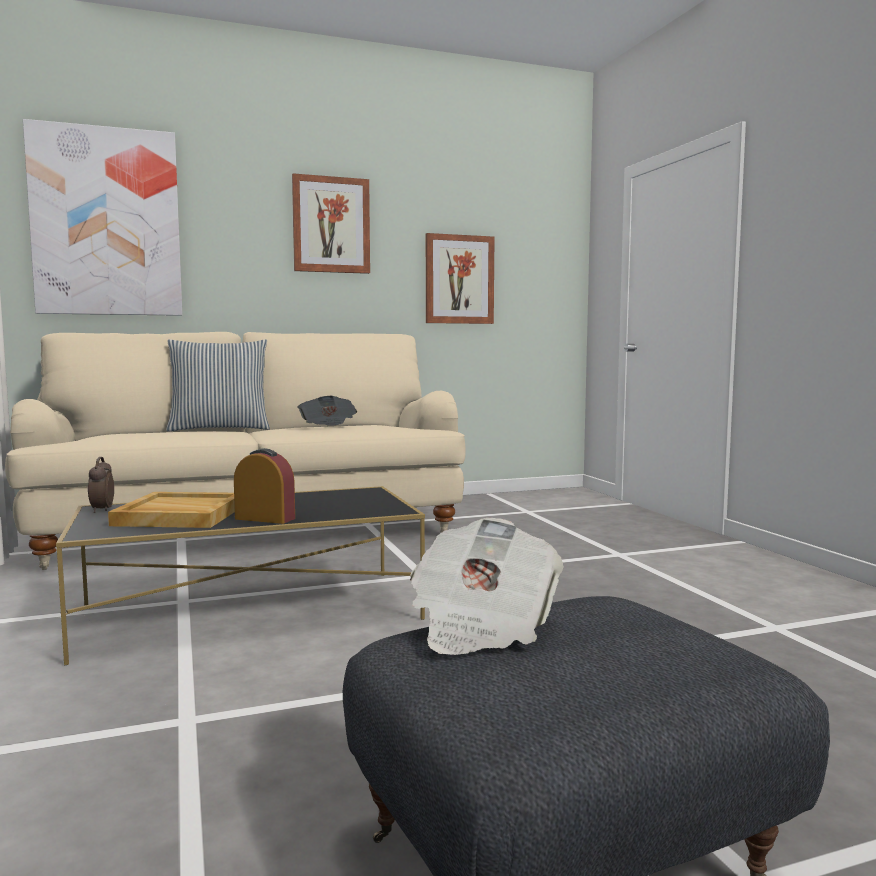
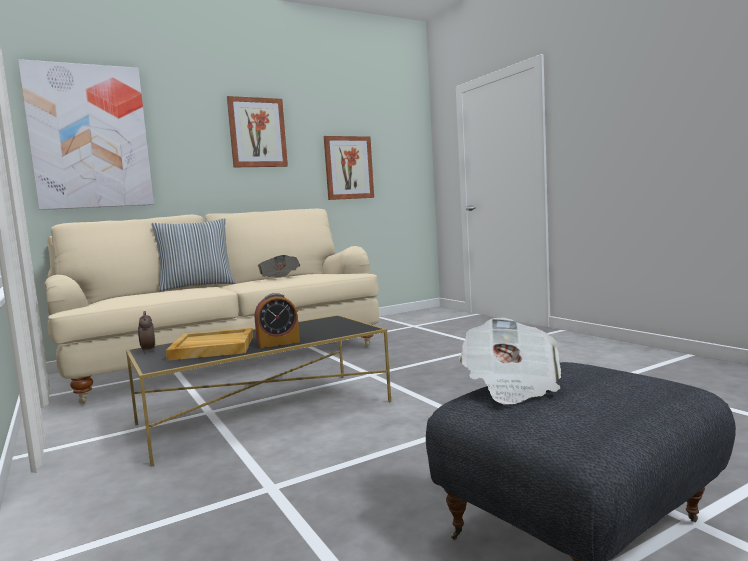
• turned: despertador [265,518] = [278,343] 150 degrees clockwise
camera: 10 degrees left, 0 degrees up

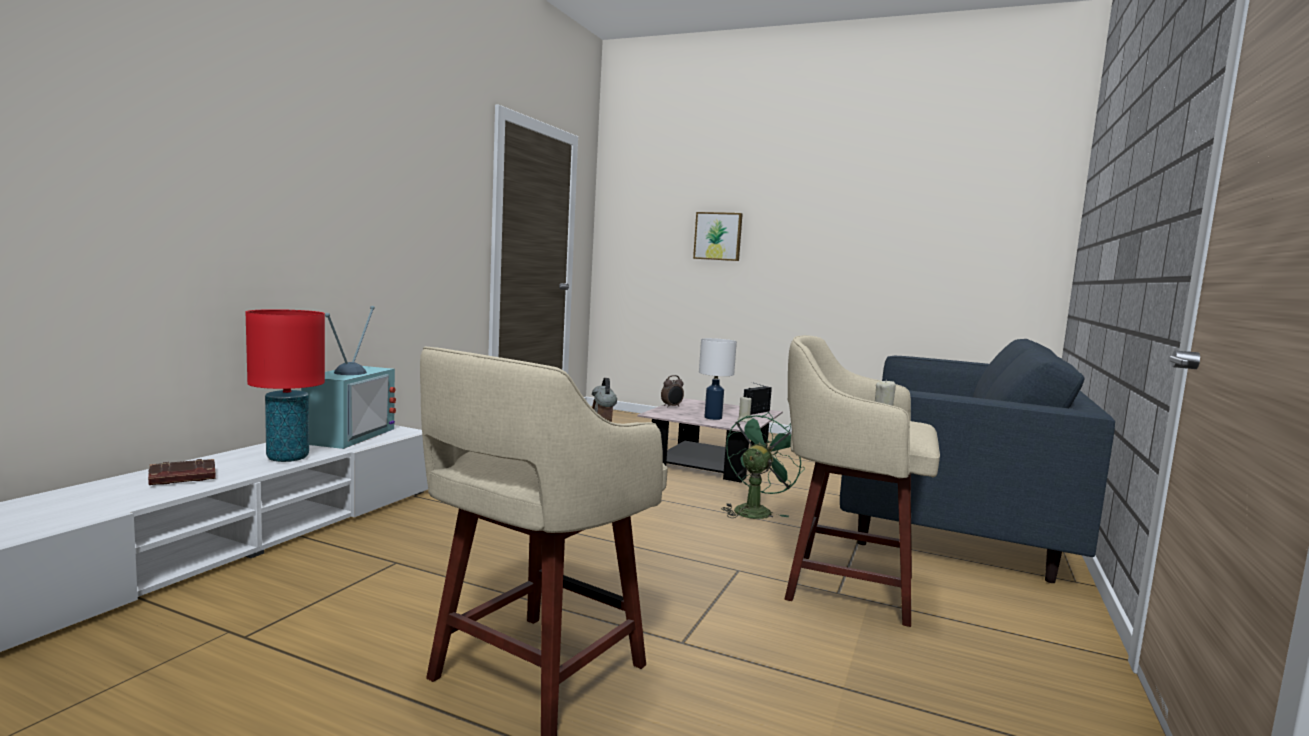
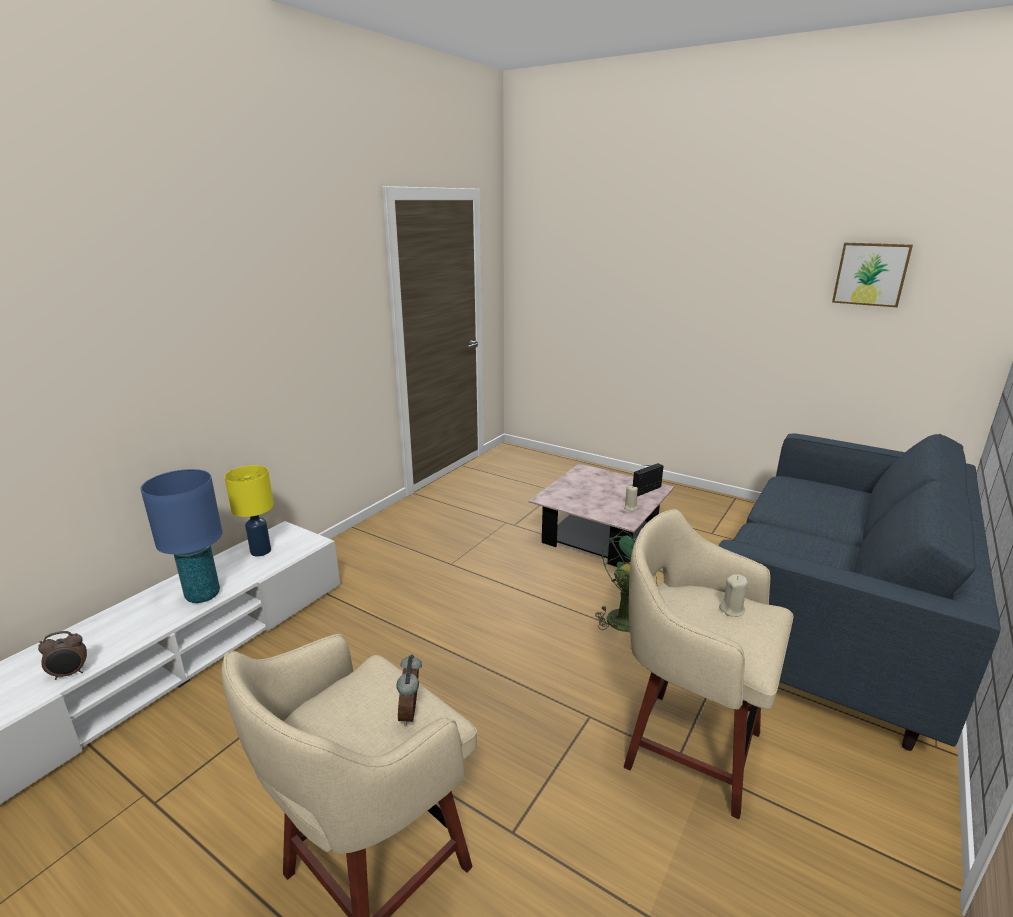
• moved: cuadro [718,236] to [871,274]
• replaced: televisor [346,435] to lámpara de mesa [amarillo] [260,551]
• recoloured: lámpara de mesa [rojo] [287,458] to lámpara de mesa [azul] [202,595]
• removed: lámpara de mesa [blanco] [713,417]
• moved: despertador [672,406] to [70,673]
• removed: libro [marrón] [182,478]
camera: 10 degrees right, 15 degrees up

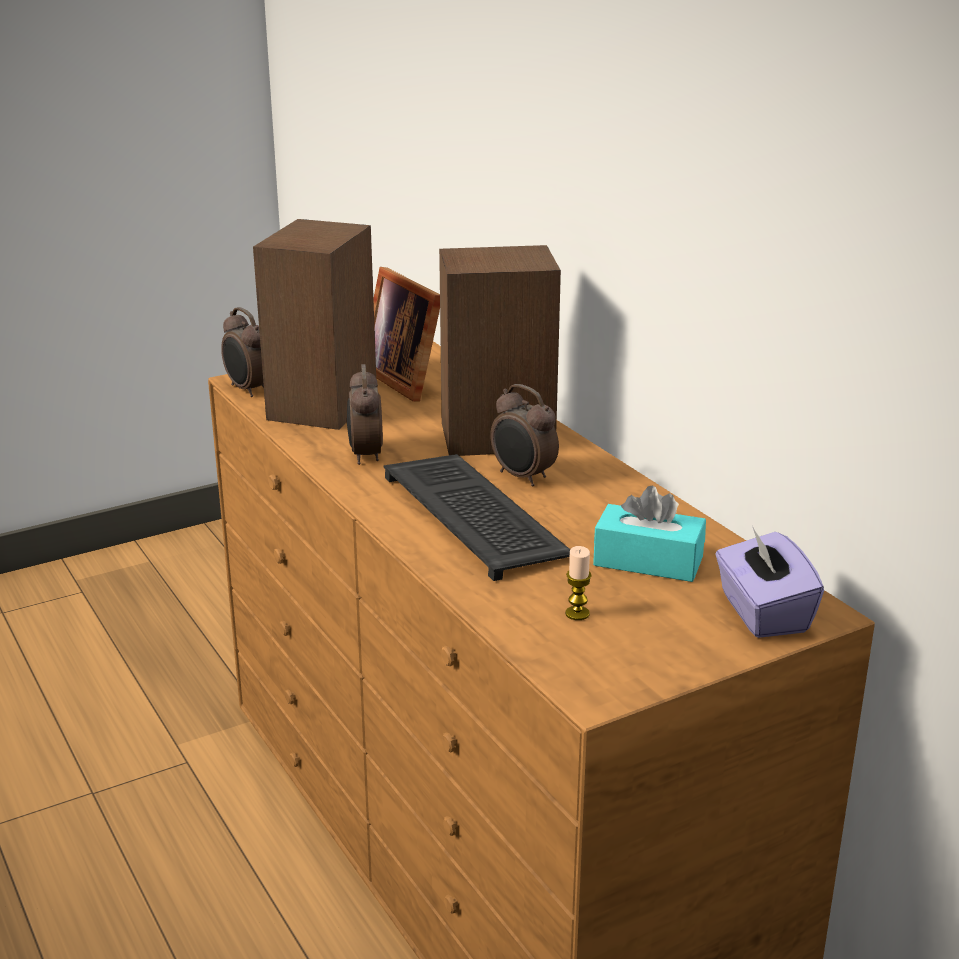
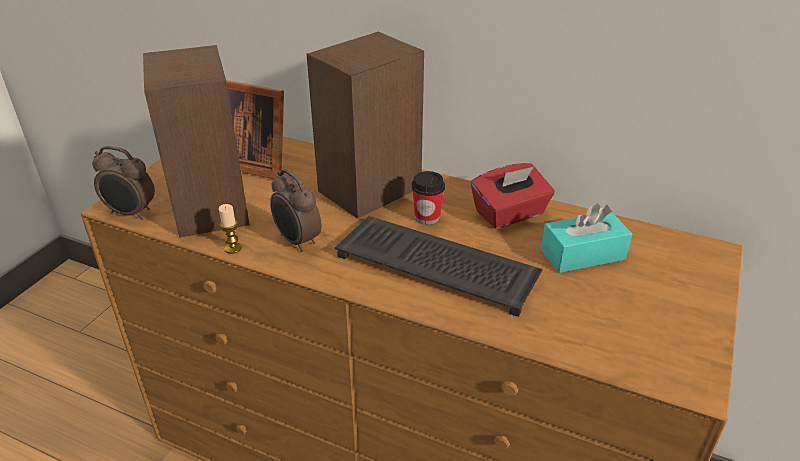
• replaced: despertador [522,477] to taza [427,217]
• removed: caja de pañuelos [morado] [762,613]
• moved: vela [577,613] to [233,248]
• added: caja de pañuelos [rojo] [510,214]
camera: 35 degrees left, 10 degrees up

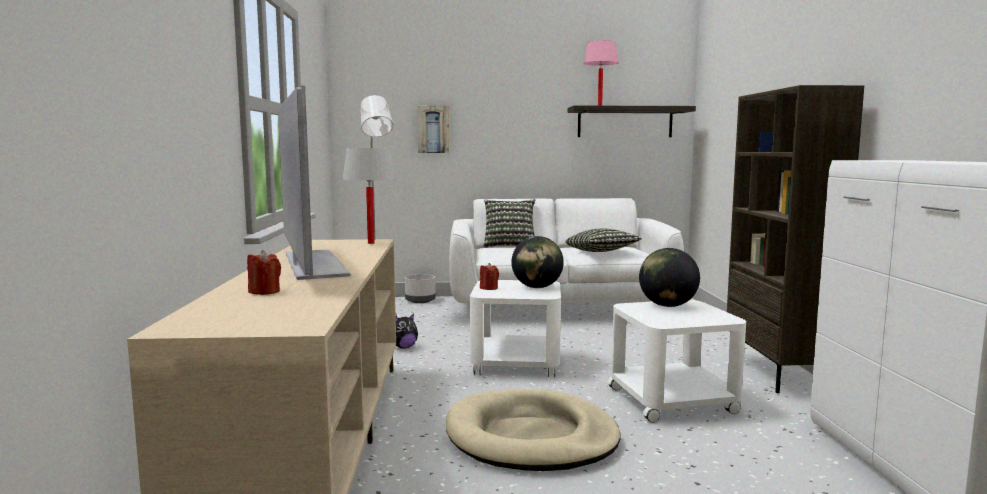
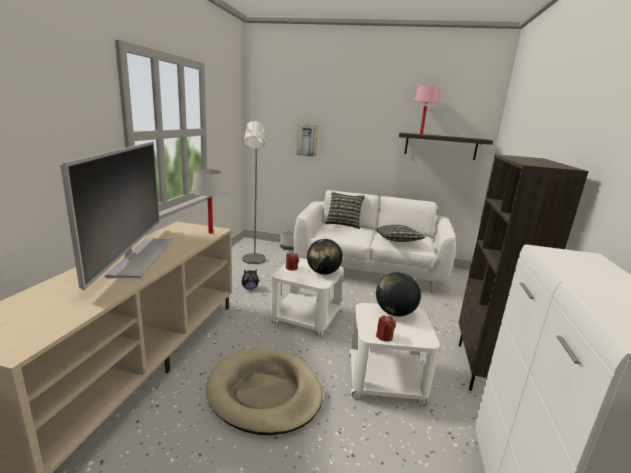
• moved: vela [rojo] [264,291] to [384,336]
camera: 15 degrees right, 10 degrees up

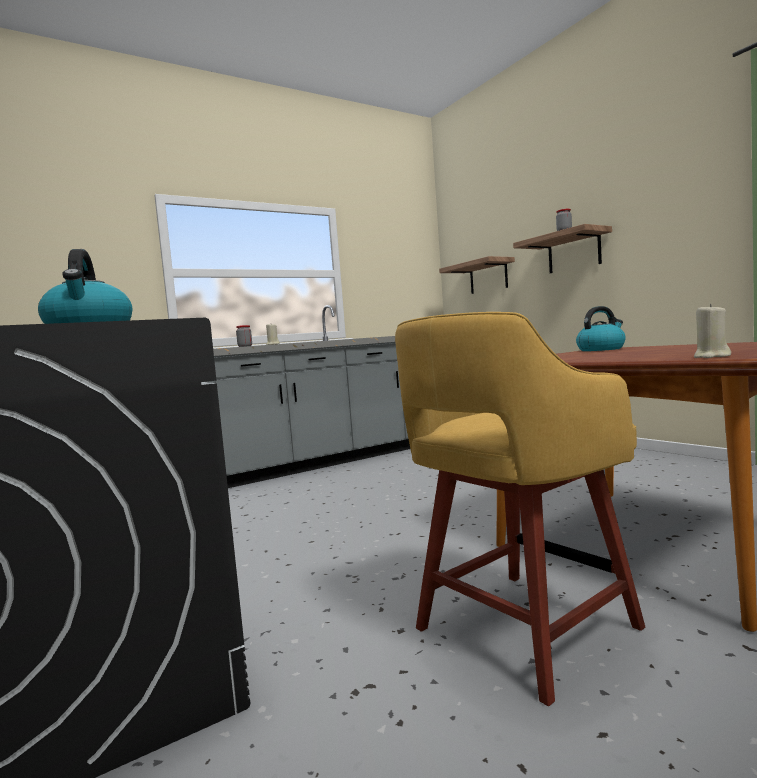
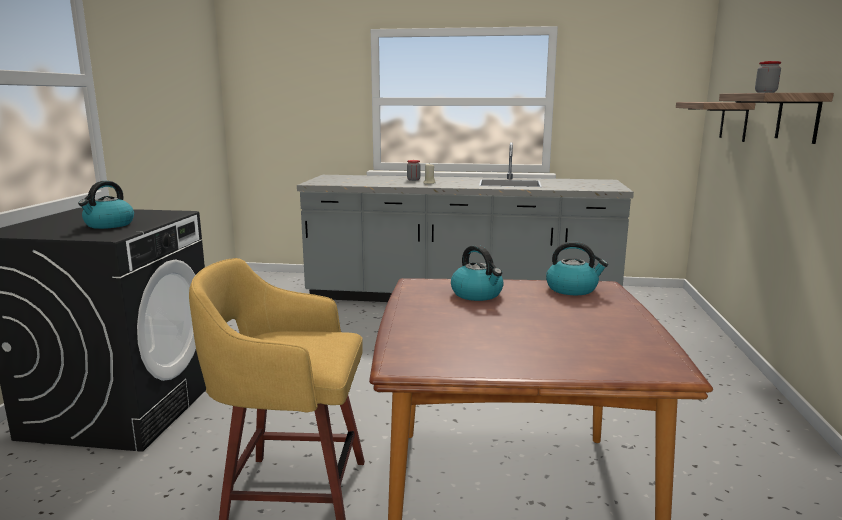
• removed: vela [beis] [711,357]
• added: hervidor [477,294]
camera: 40 degrees right, 10 degrees up

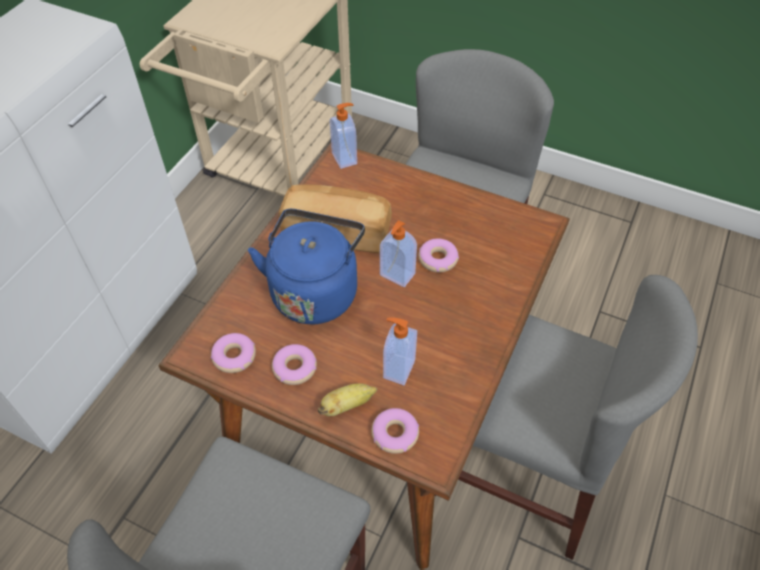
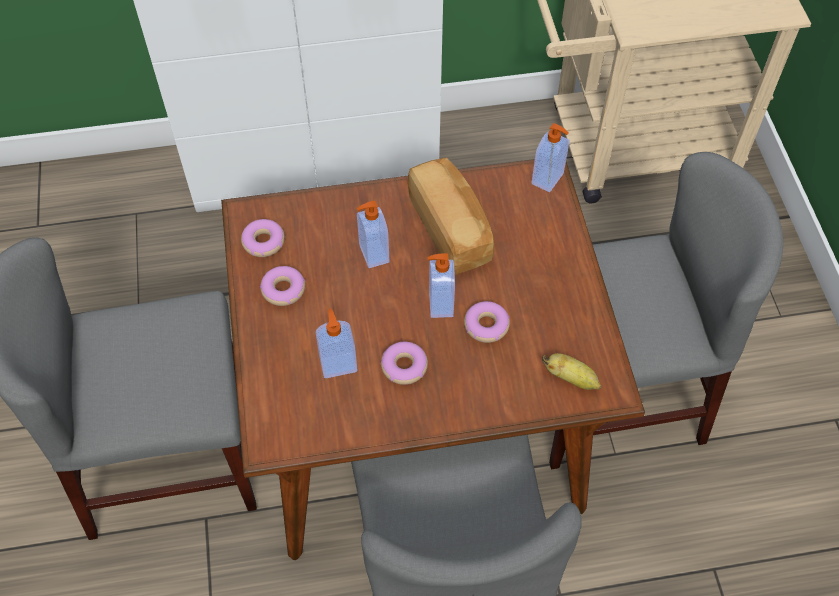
• replaced: hervidor [azul] [315,290] to dispensador de jabón [373,254]
• moved: plátano [347,405] to [571,378]
• moved: rosquilla [395,434] to [404,366]
camera: 55 degrees right, 5 degrees up

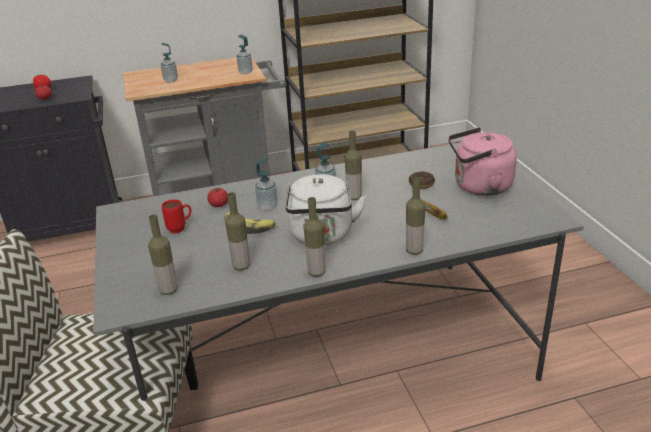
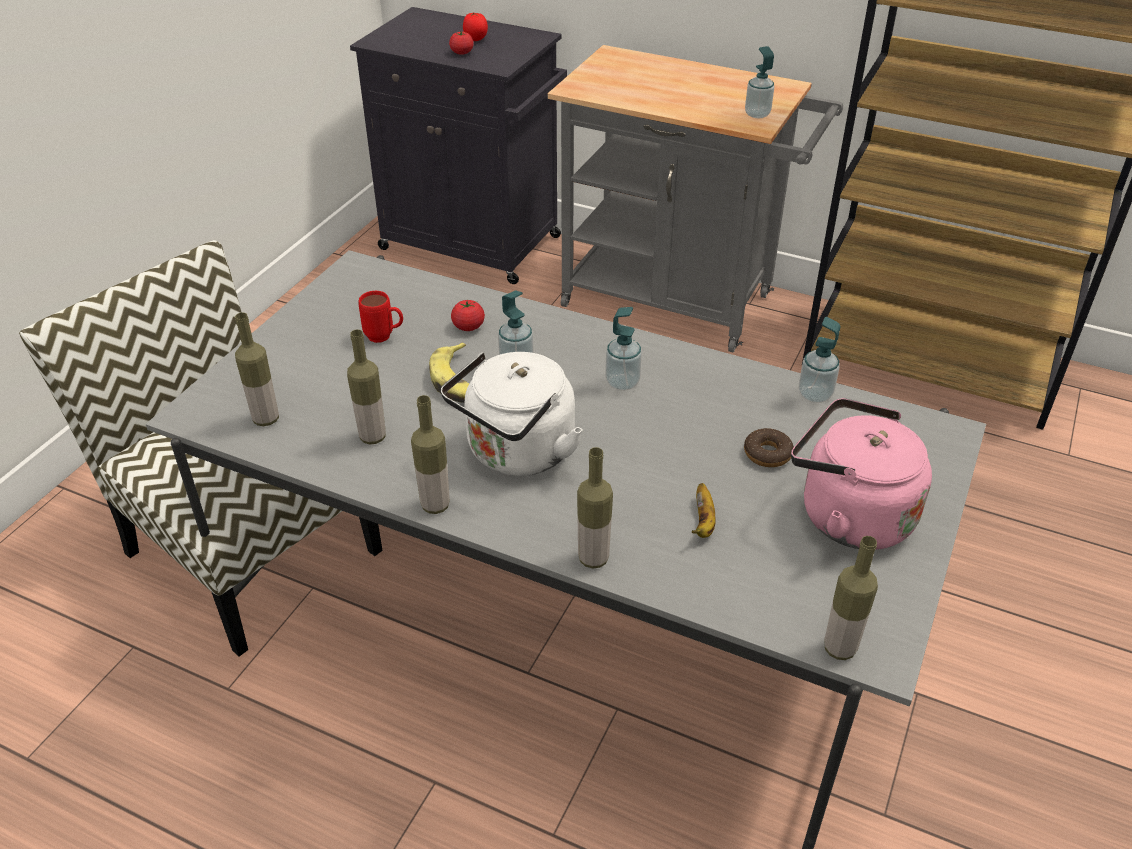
• moved: dispensador de jabón [171,80] to [815,395]
• moved: botella [354,197] to [839,648]
camera: 40 degrees right, 10 degrees up

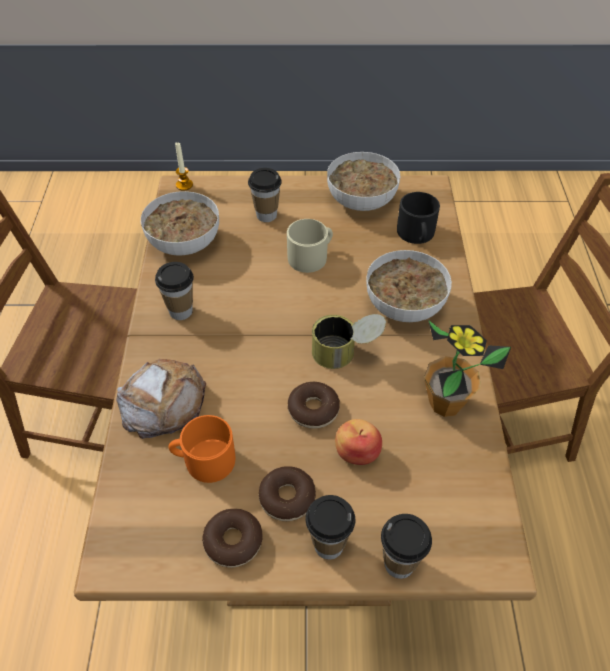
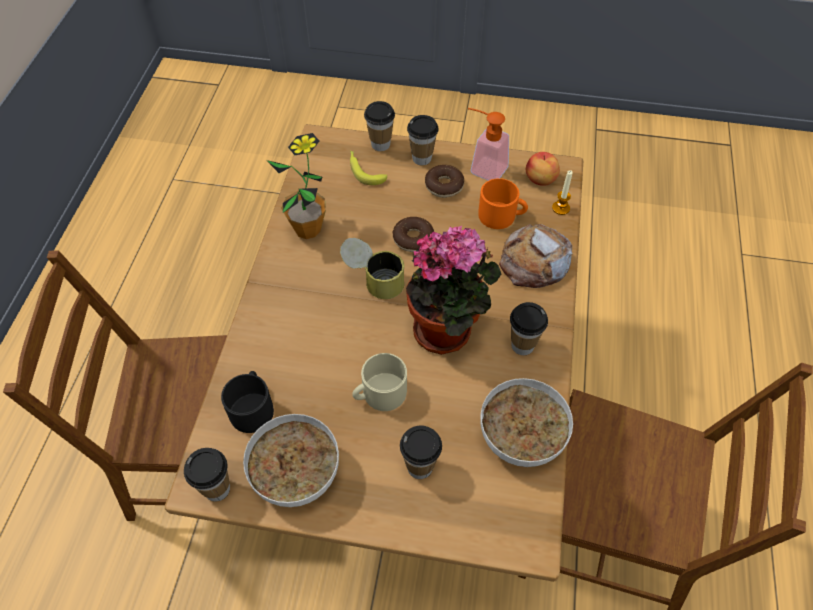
• moved: vela [184,185] to [561,208]
• removed: cuenco [404,306]
• moved: manzana [357,452] to [540,180]
• replaced: rosquilla [233,542] to dispensador de jabón [483,167]
• added: plátano [364,171]
• added: planta en maceta [447,331]
• added: taza [217,489]
camera: 170 degrees left, 5 degrees up

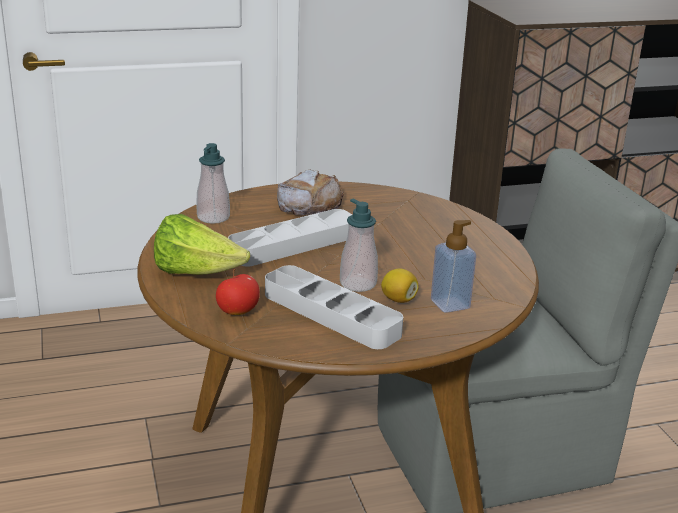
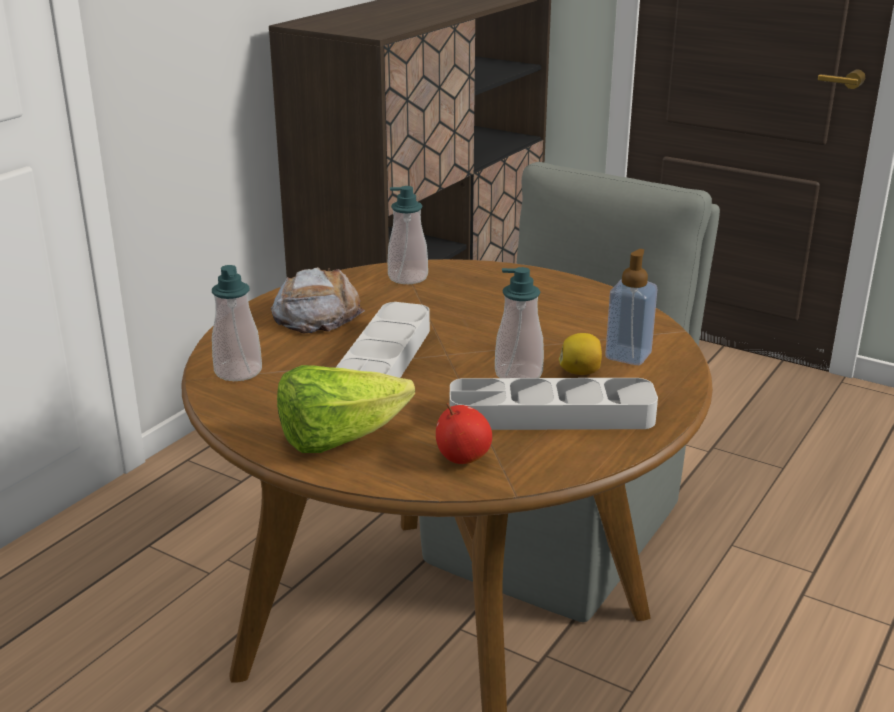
• added: dispensador de jabón [408,277]
camera: 40 degrees left, 0 degrees up

